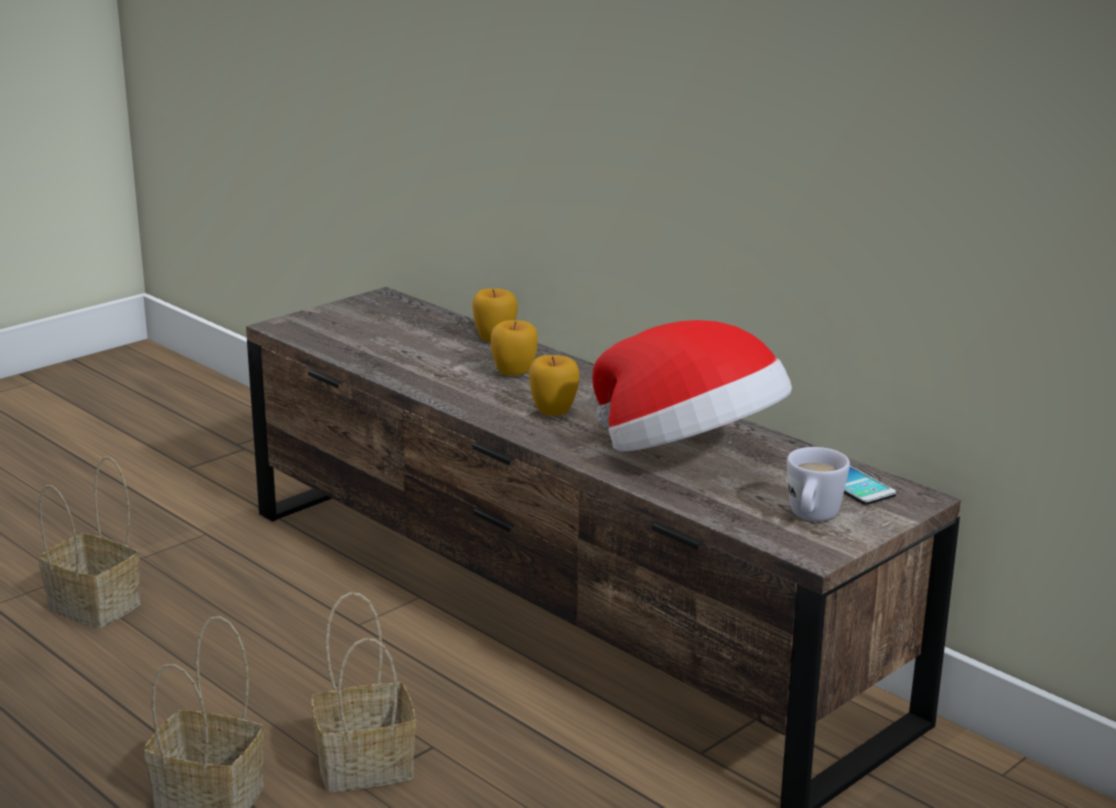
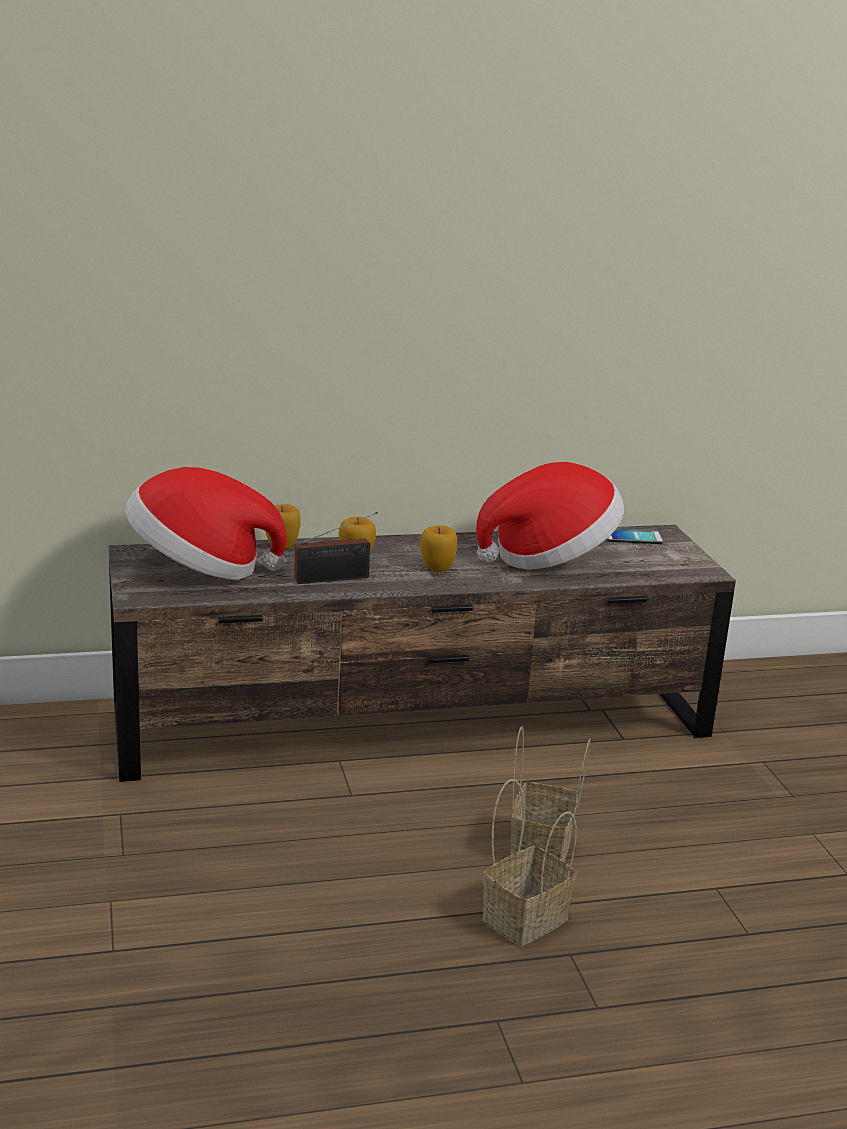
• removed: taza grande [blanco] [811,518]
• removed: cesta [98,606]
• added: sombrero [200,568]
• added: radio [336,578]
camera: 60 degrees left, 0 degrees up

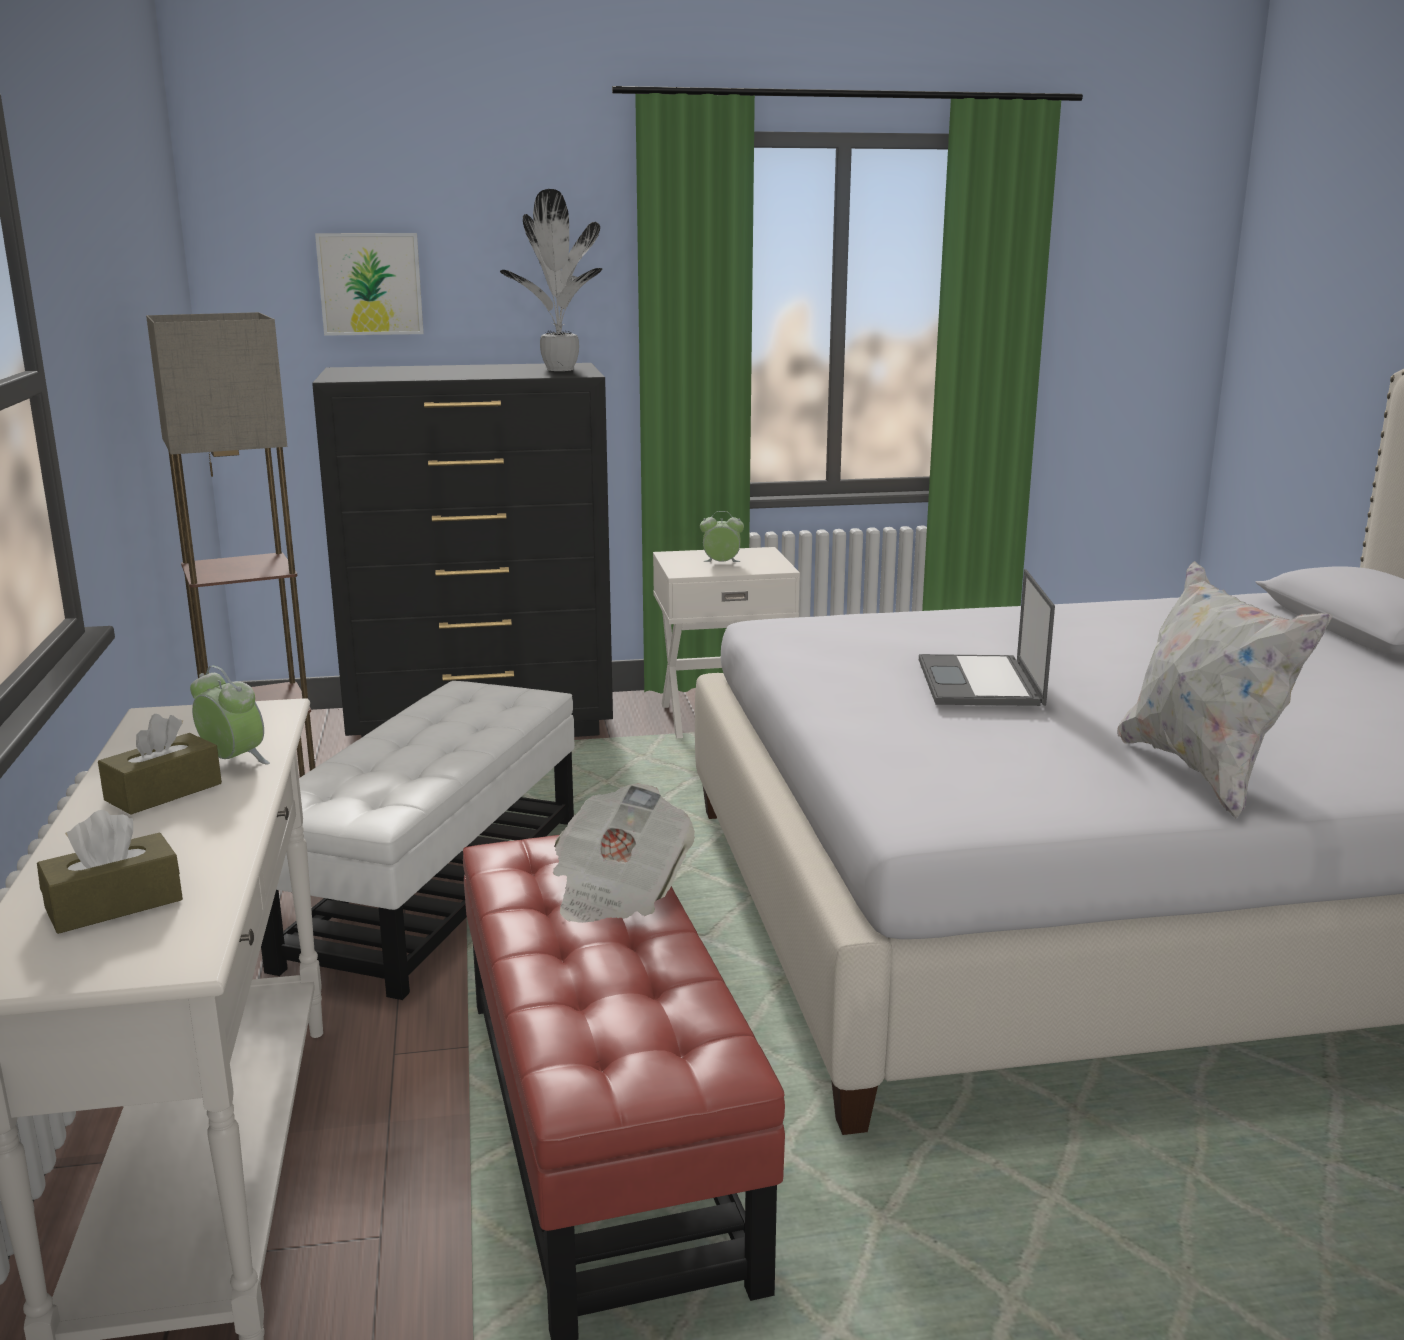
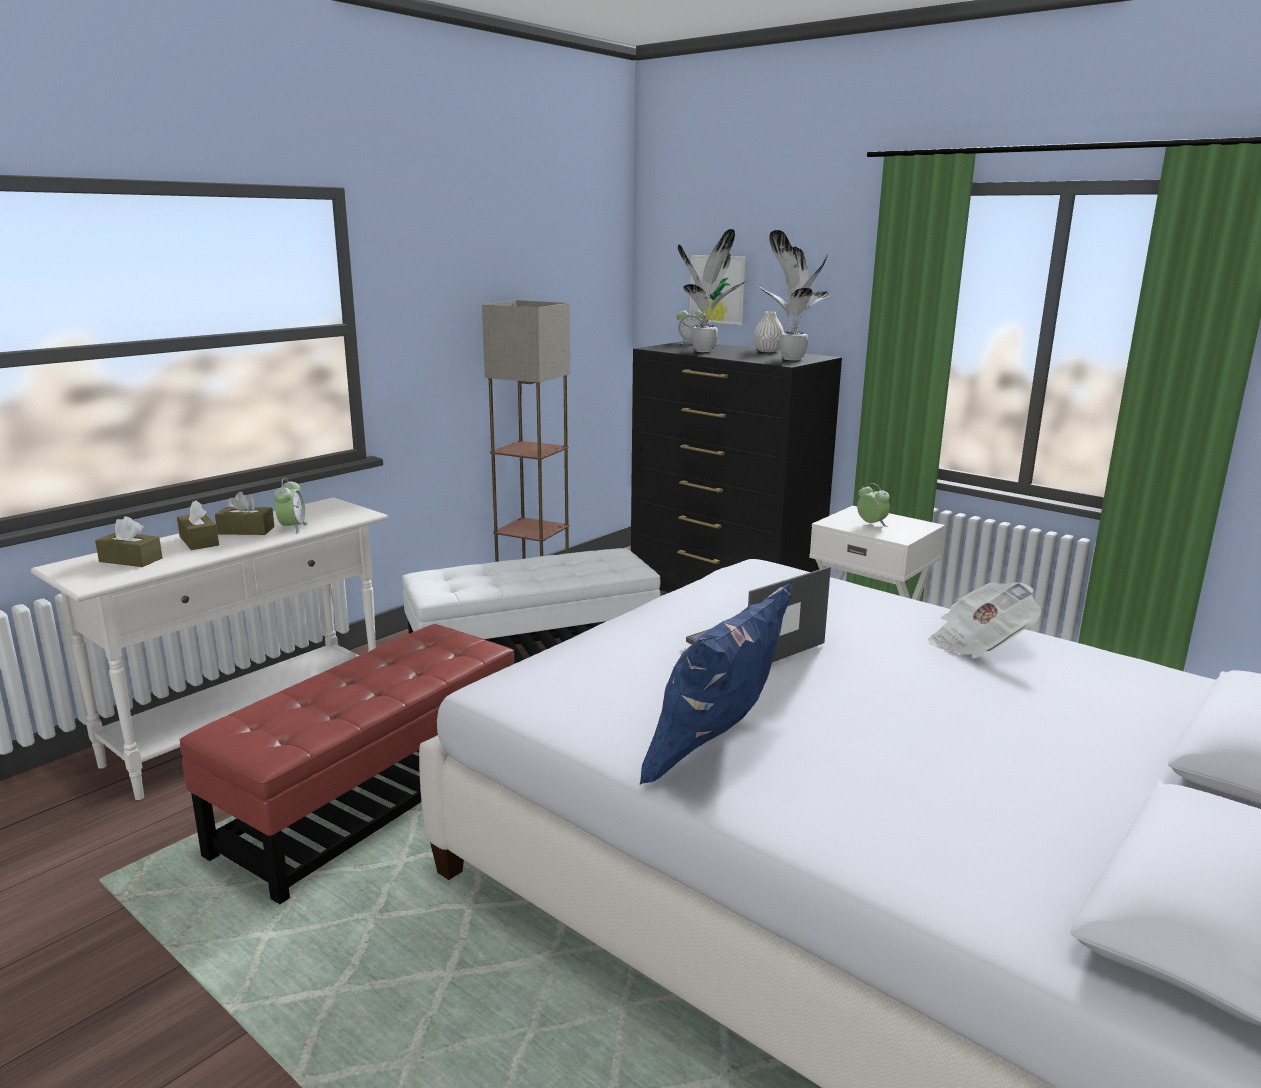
• recoloured: cojín [blanco] [1201,772] to cojín [azul] [715,754]
• moved: periódico [618,890] to [979,643]
• added: planta en maceta [705,351]
• added: despertador [690,343]
• added: florero [blanco] [768,351]
• added: caja de pañuelos [marrón] [199,541]
camera: 50 degrees right, 0 degrees up

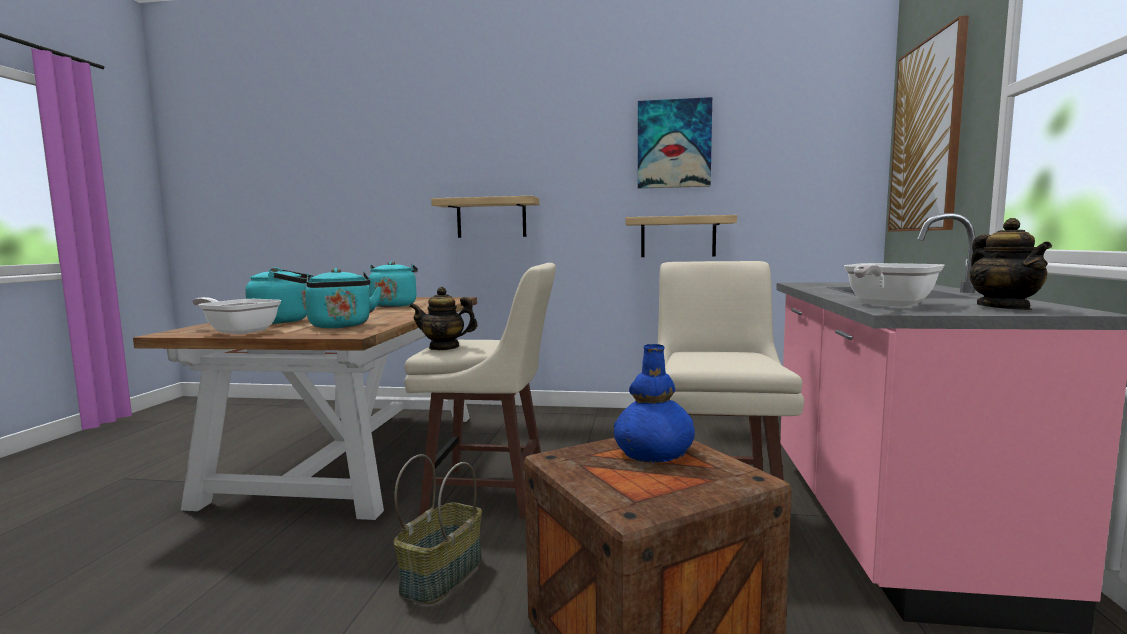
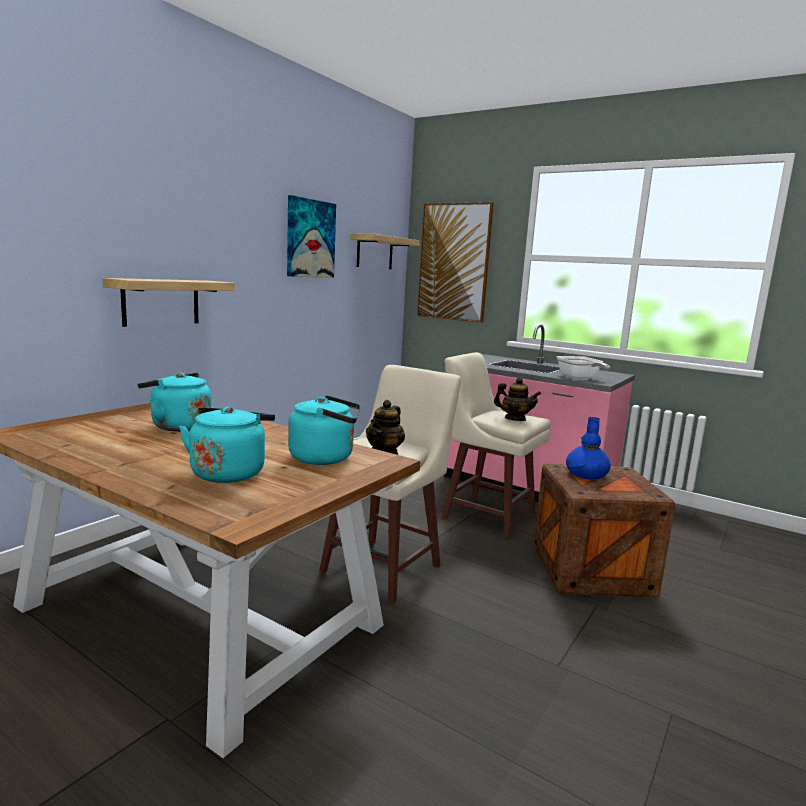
• moved: estante [678,237] to [374,252]
• moved: tetera [1004,308] to [515,419]
• removed: sartén [238,331]
• removed: cesta [441,575]
camera: 65 degrees left, 5 degrees up

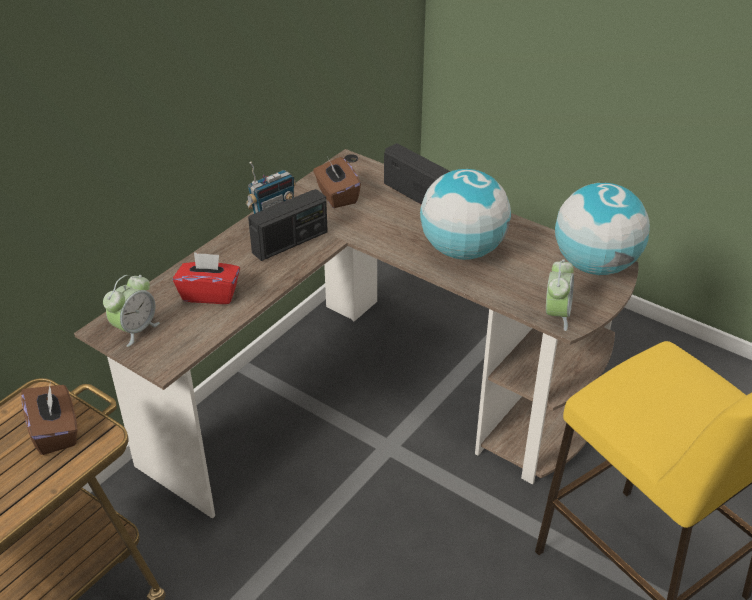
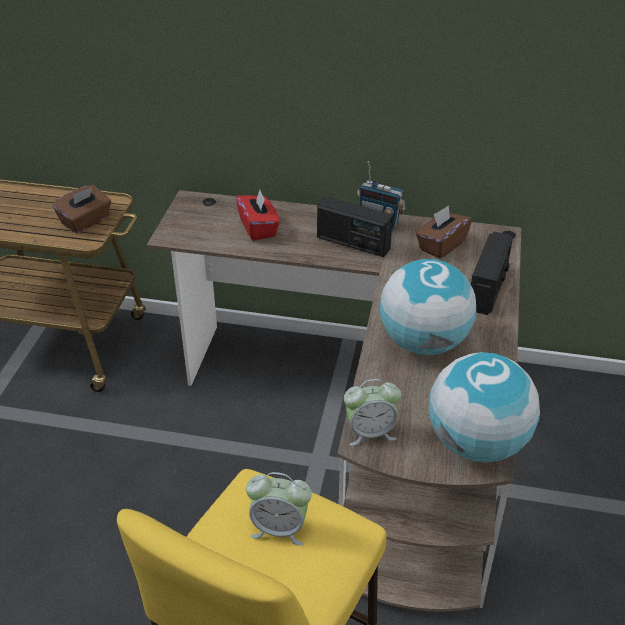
• moved: despertador [135,330] to [279,528]
camera: 65 degrees right, 0 degrees up

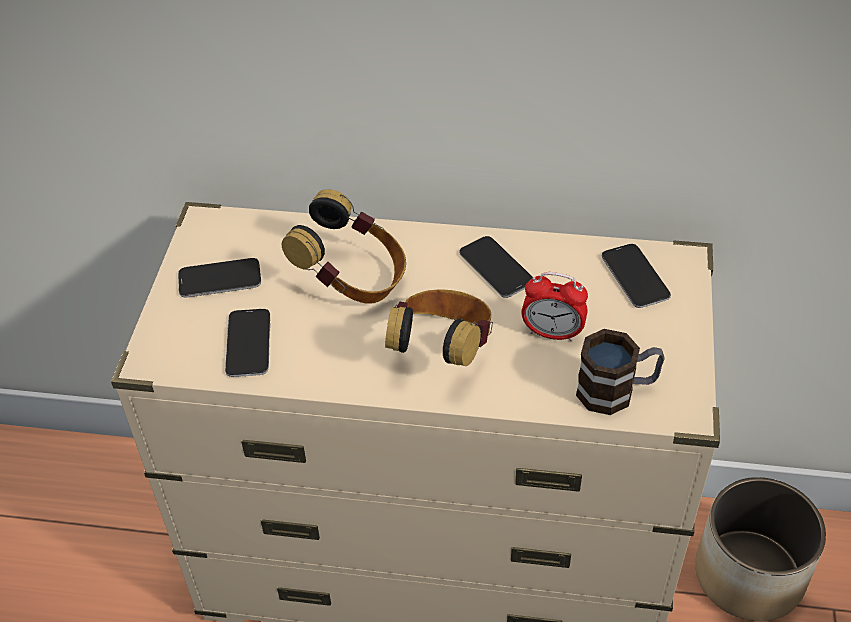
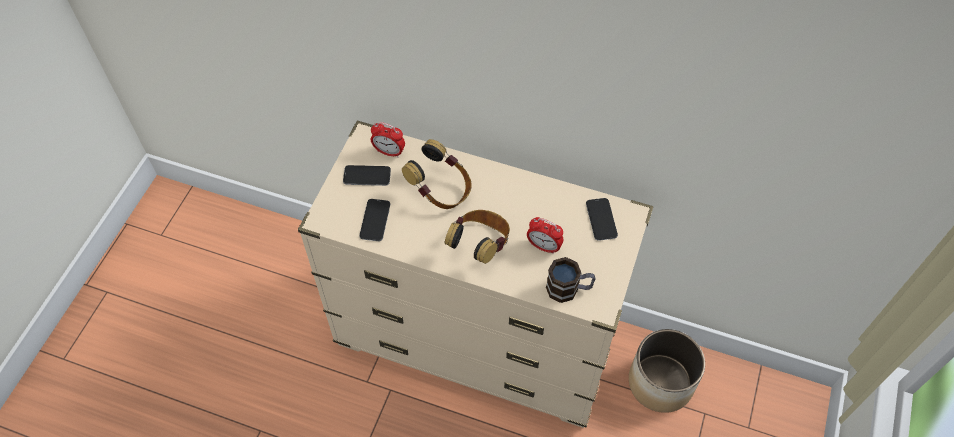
• removed: móvil [496,268]
• added: despertador [389,152]
camera: 10 degrees right, 10 degrees up

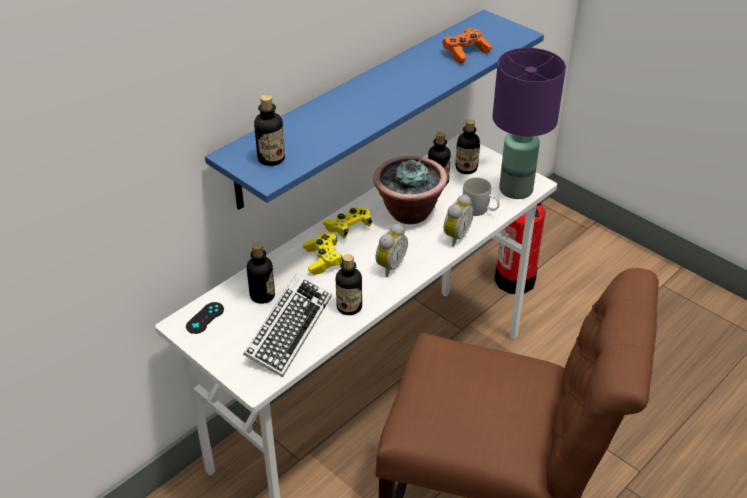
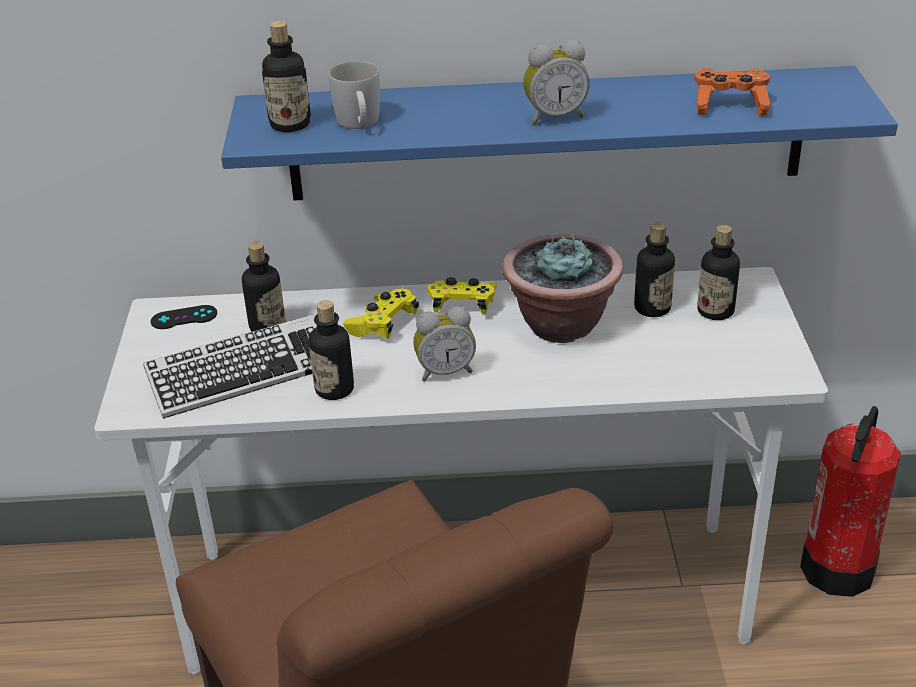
• removed: lámpara de mesa [morado] [516,189]
• moved: taza grande [blanco] [480,211] to [359,124]
• moved: despertador [455,236] to [554,117]
camera: 45 degrees right, 5 degrees down

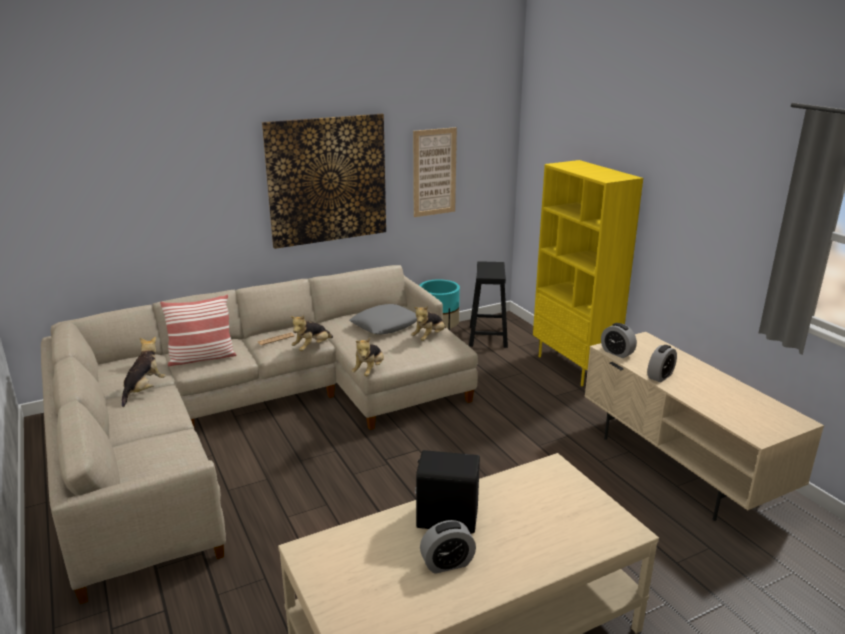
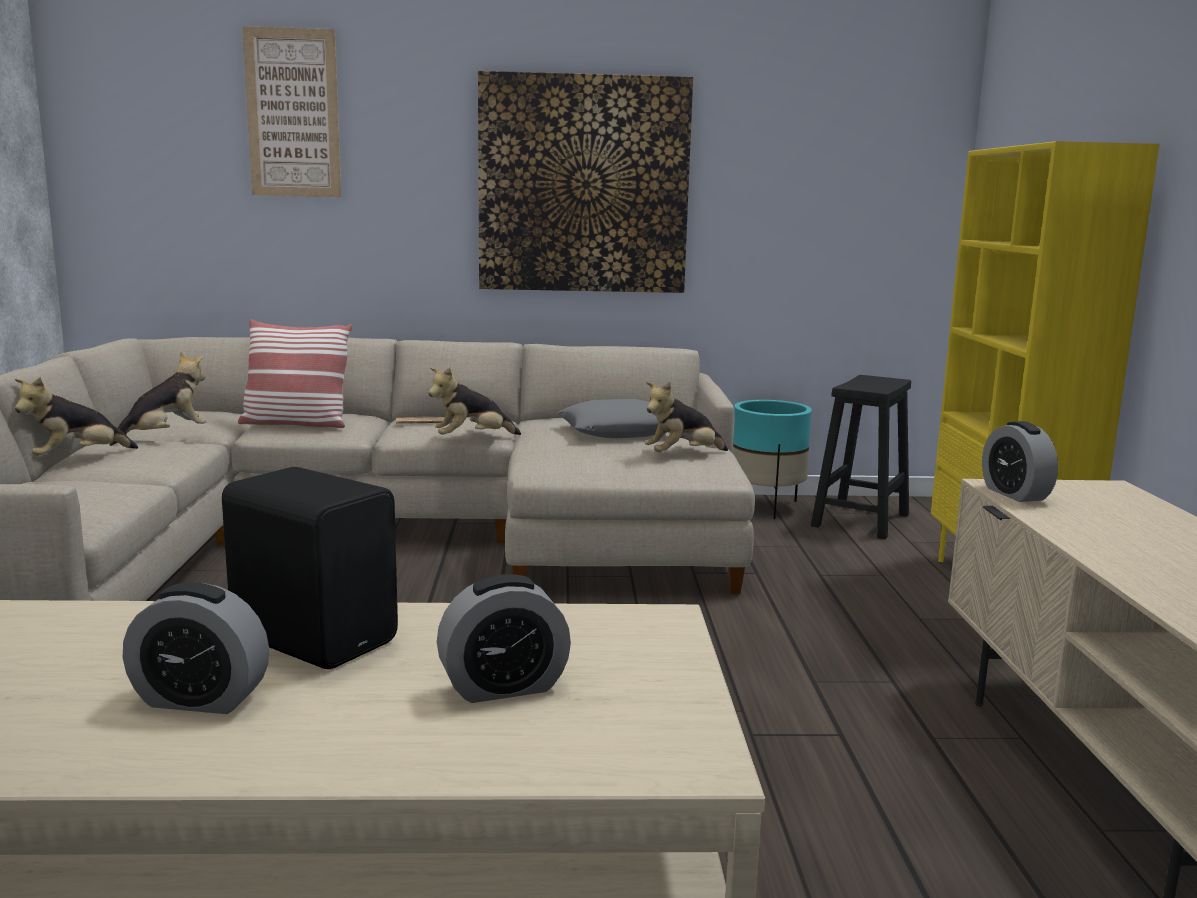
• moved: cuadro [434,172] to [293,113]
• moved: peluche [369,371] to [77,458]
• moved: despertador [660,376] to [503,687]
camera: 25 degrees right, 10 degrees down

